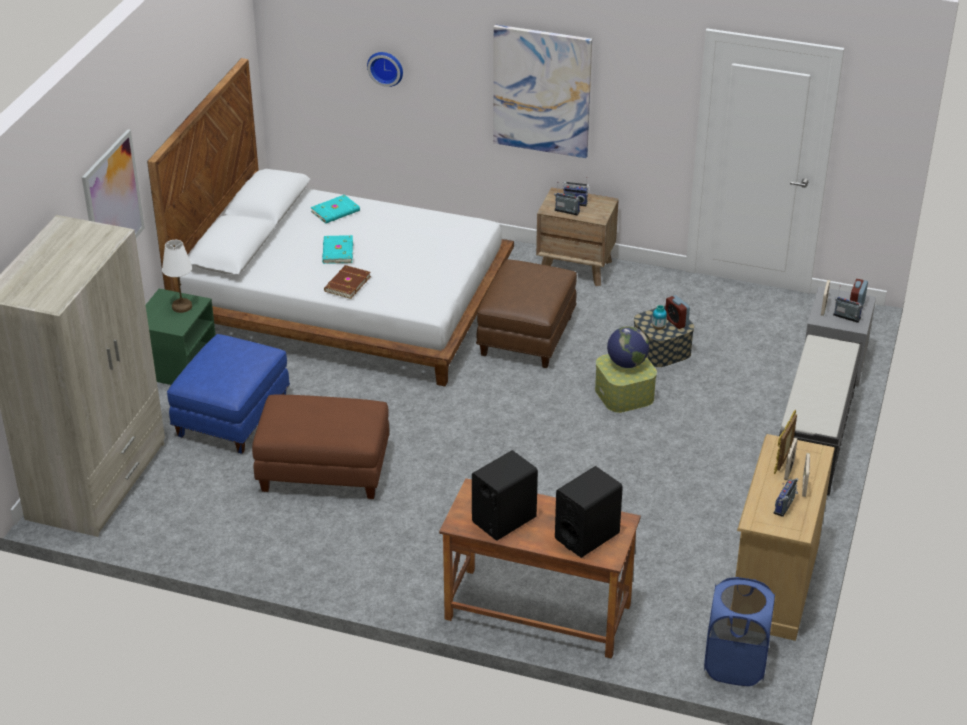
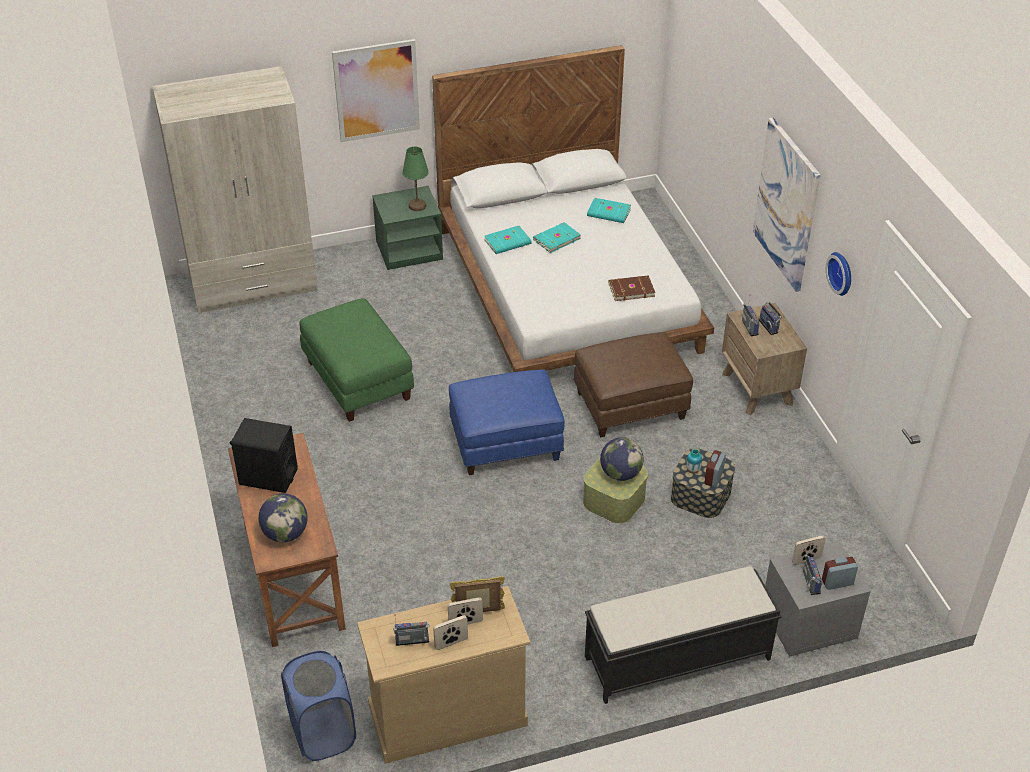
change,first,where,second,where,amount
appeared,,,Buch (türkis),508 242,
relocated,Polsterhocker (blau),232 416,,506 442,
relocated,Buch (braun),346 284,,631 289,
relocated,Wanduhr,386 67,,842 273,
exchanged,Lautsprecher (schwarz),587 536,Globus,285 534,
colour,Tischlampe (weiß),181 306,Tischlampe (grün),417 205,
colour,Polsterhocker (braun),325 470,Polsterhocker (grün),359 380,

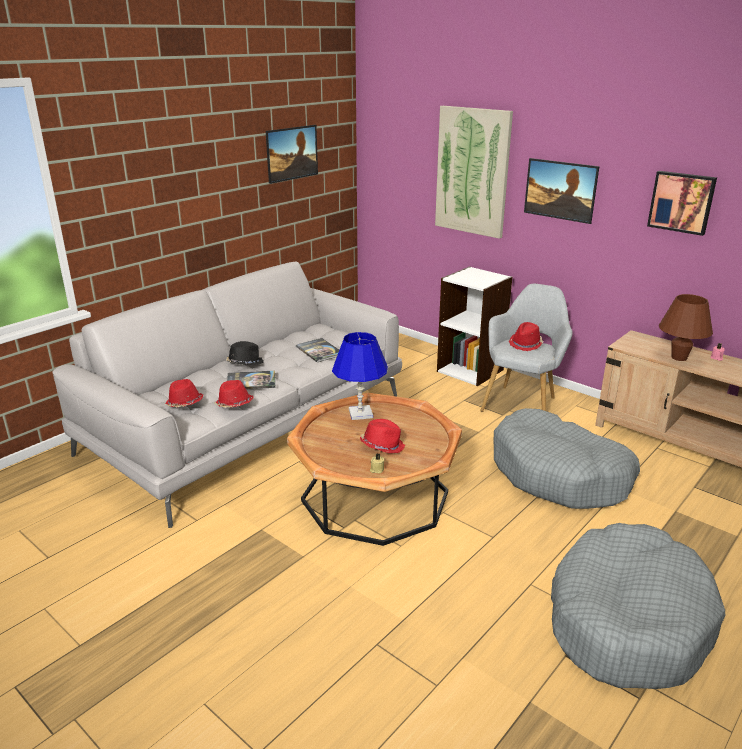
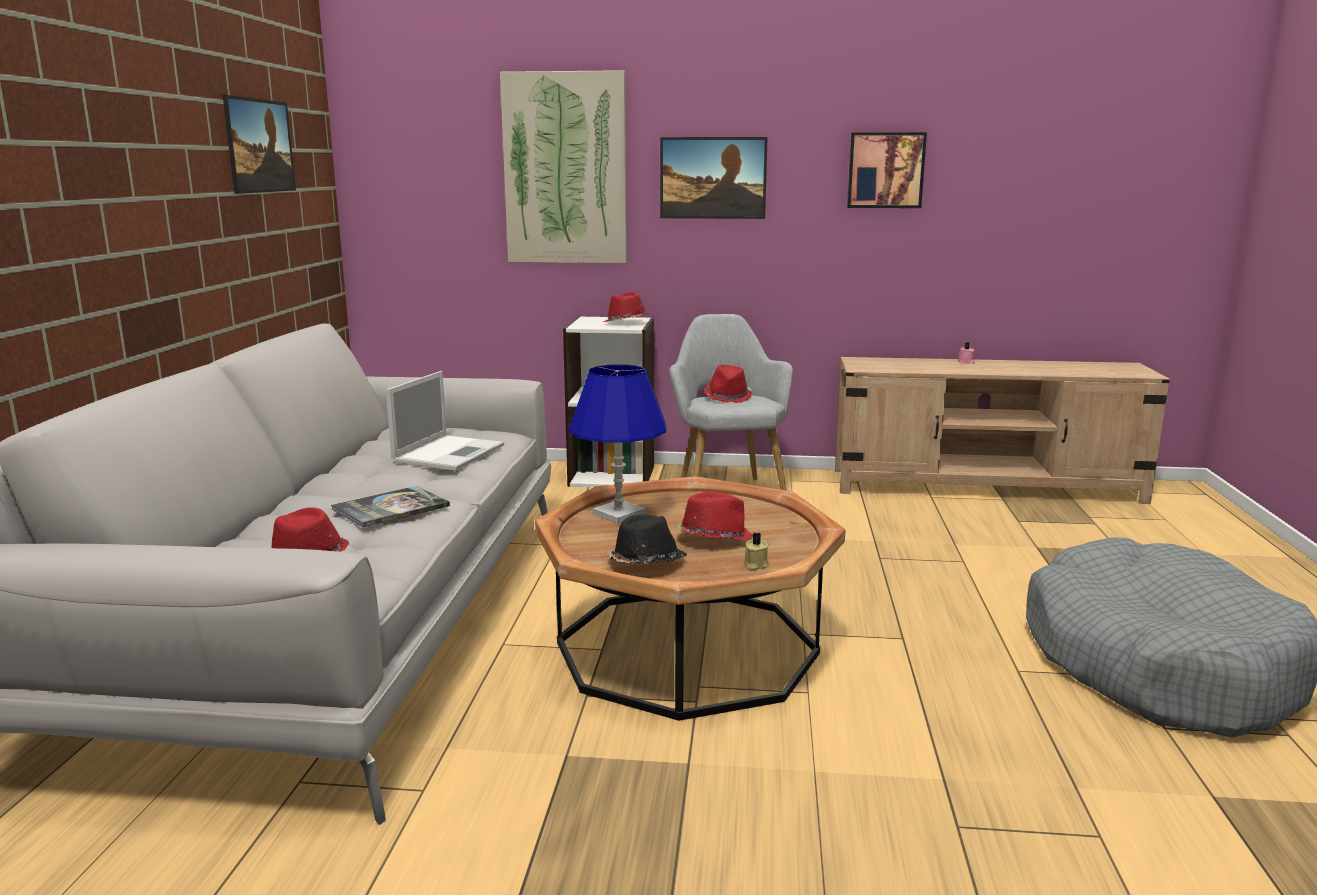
change,first,where,second,where,amount
missing,Hundebett (grau),559 474,,,
missing,Tischlampe (braun),679 358,,,
relocated,Hut (rot),234 404,,625 323,
relocated,Hut (schwarz),244 363,,646 563,
exchanged,Buch,319 351,Laptop,450 453,

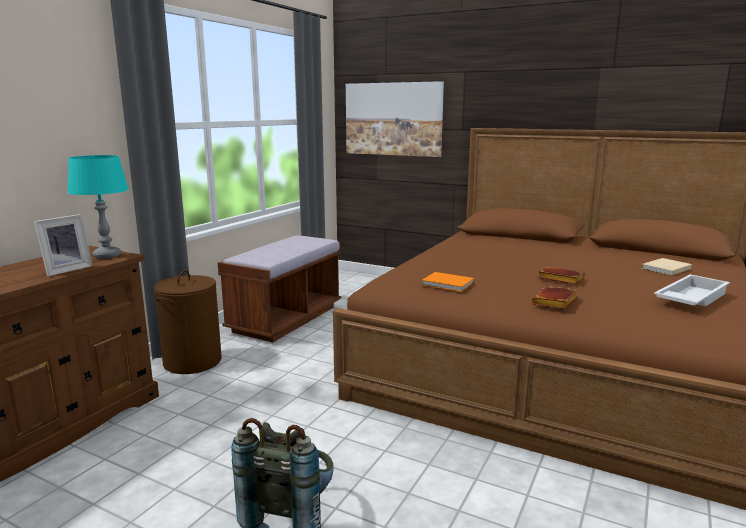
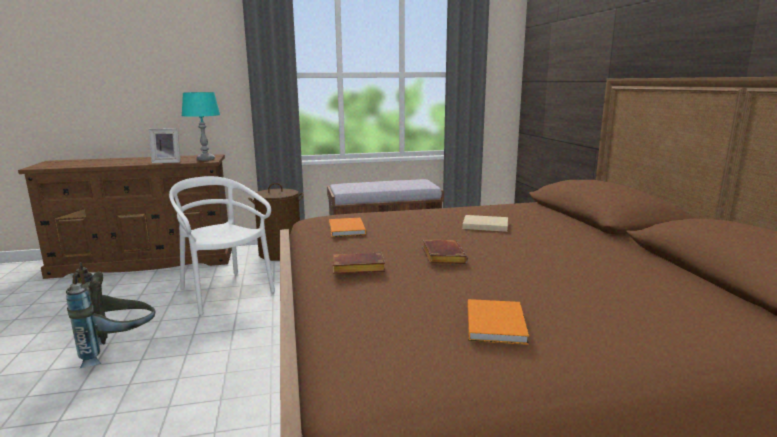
change,first,where,second,where,amount
missing,Bild,393 119,,,
appeared,,,Stuhl (weiß),224 292,
relocated,Buch (beige),665 269,,484 225,
exchanged,Tablett (weiß),689 298,Buch (orange),496 323,

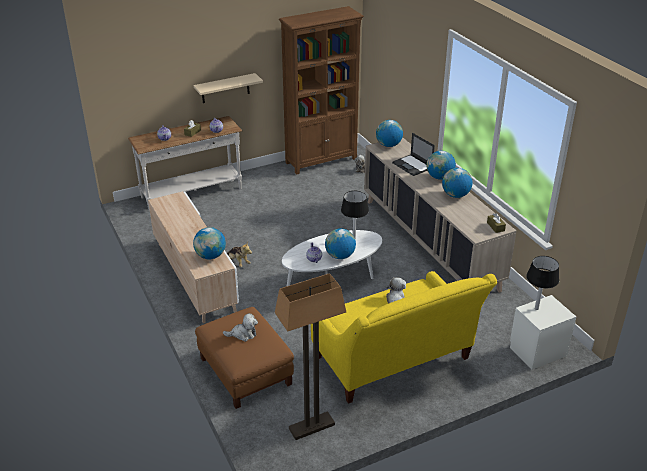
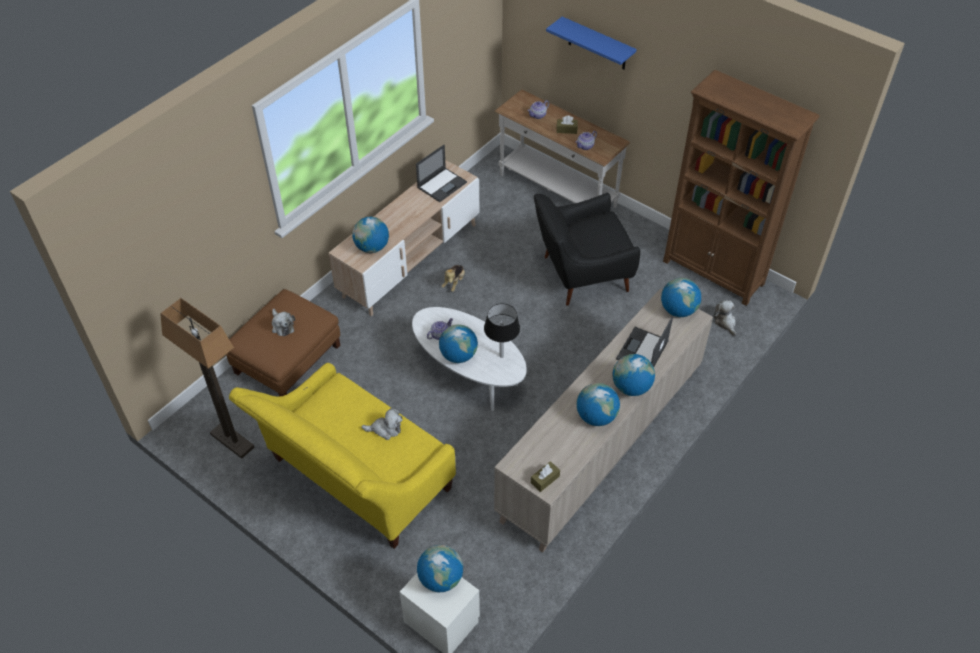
change,first,where,second,where,amount
missing,Wandregal (beige),225 88,,,
appeared,,,Laptop,442 184,
appeared,,,Sessel (schwarz),581 275,
appeared,,,Wandregal (blau),597 44,
exchanged,Tischlampe (schwarz),536 308,Globus,441 578,

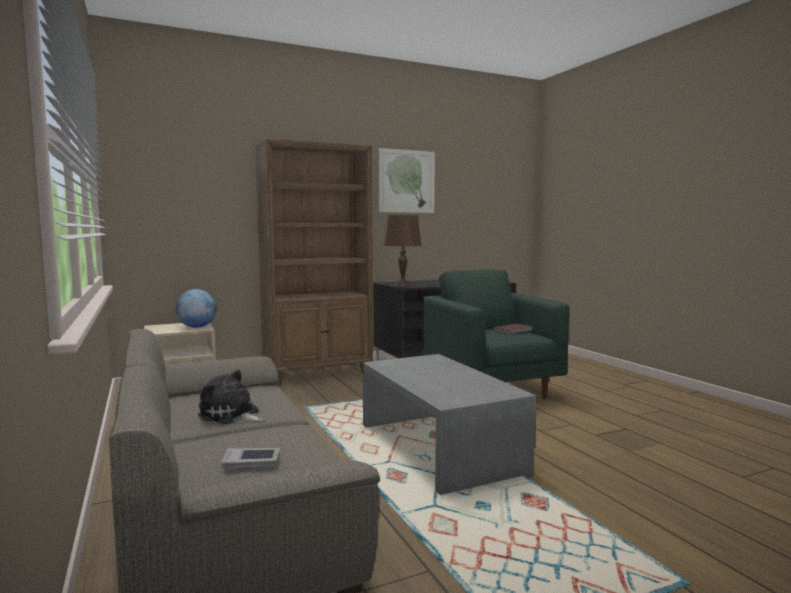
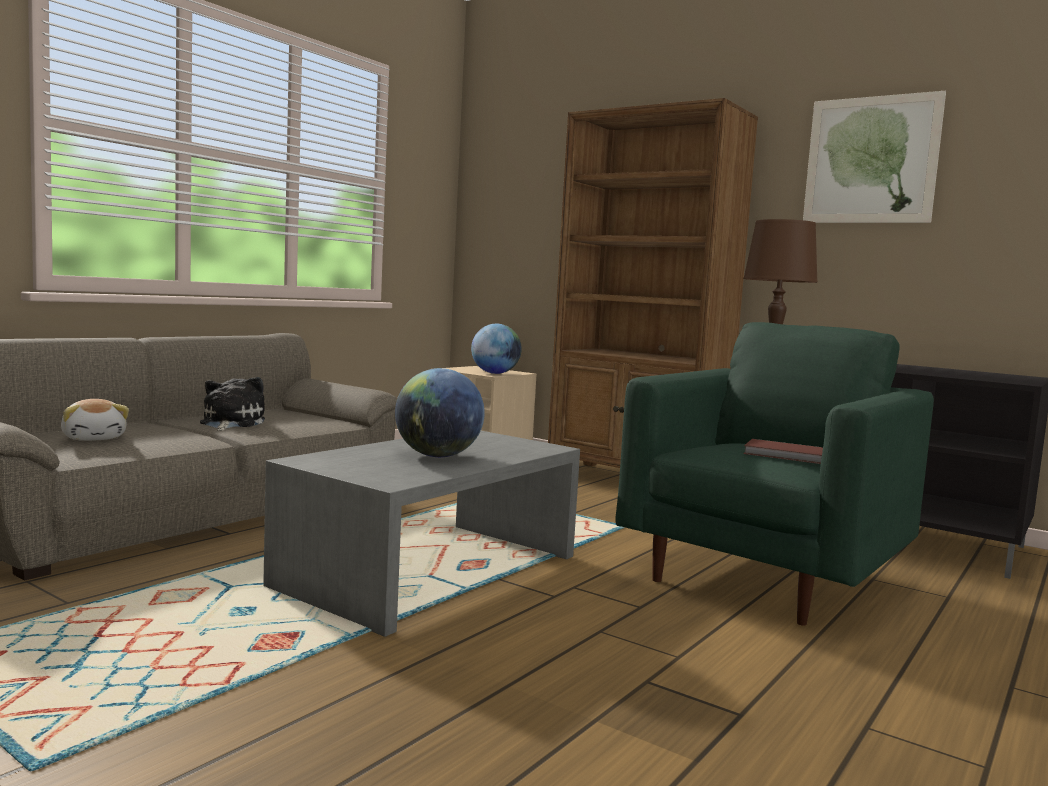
change,first,where,second,where,amount
appeared,,,Globus,437 456,
exchanged,Buch,251 463,Plüschtier,95 438,

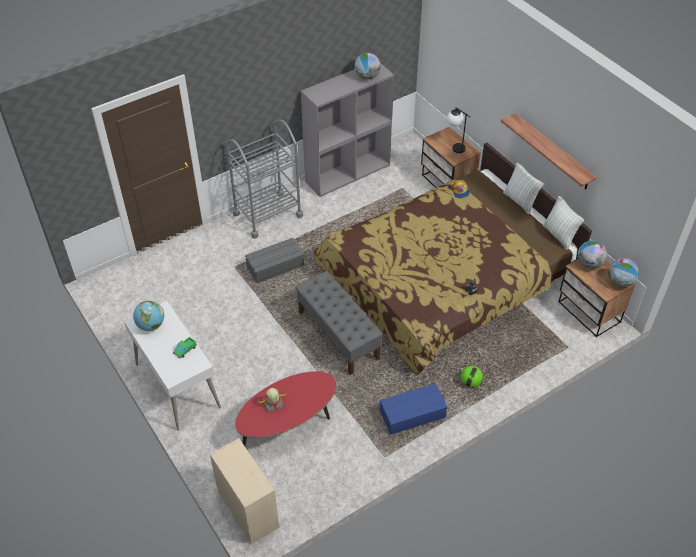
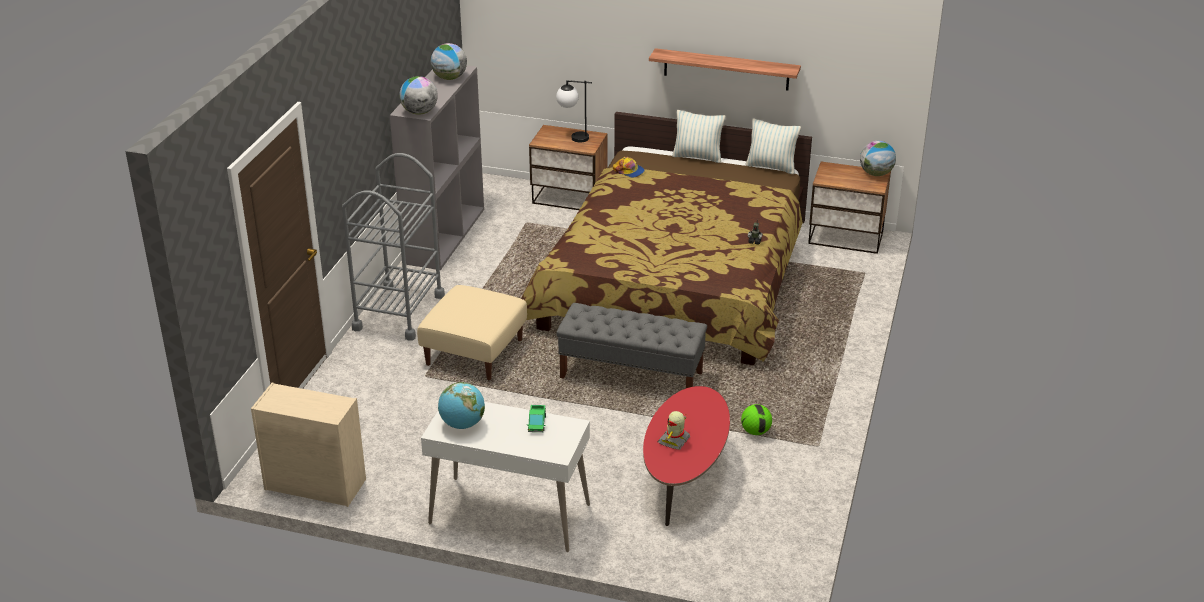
change,first,where,second,where,amount
missing,Aufbewahrungsbox (blau),413 414,,,
relocated,Kommode (beige),247 509,,314 484,
relocated,Fußball,470 382,,755 432,
relocated,Globus,589 264,,419 112,
exchanged,Aufbewahrungsbox (grau),276 266,Polsterhocker (beige),474 352,

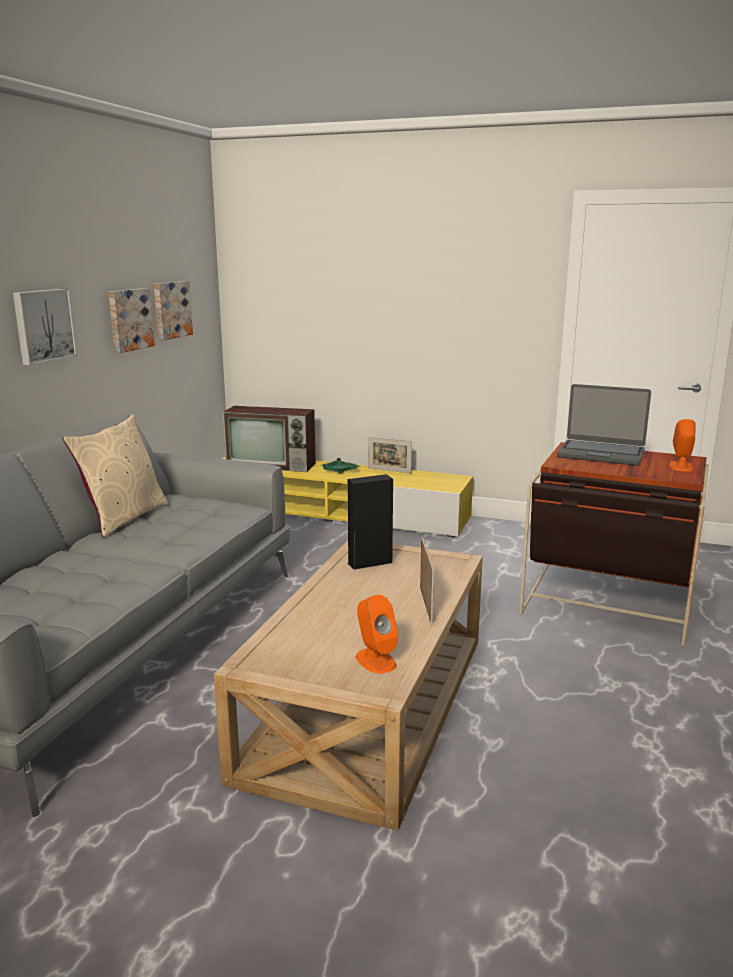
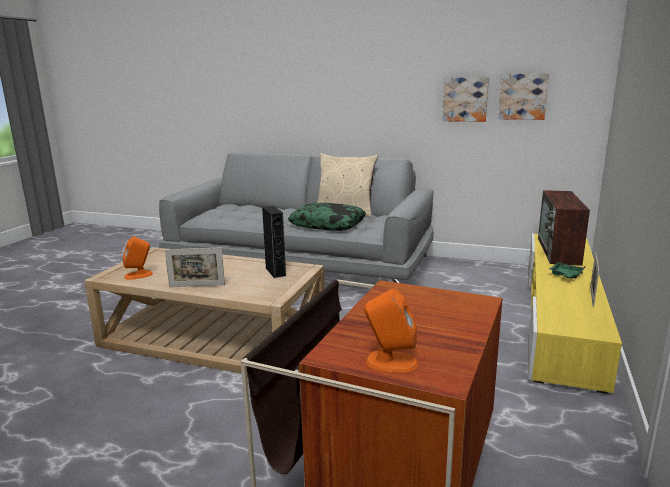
change,first,where,second,where,amount
missing,Bild,43 325,,,
missing,Laptop,601 454,,,
appeared,,,Kissen,328 224,

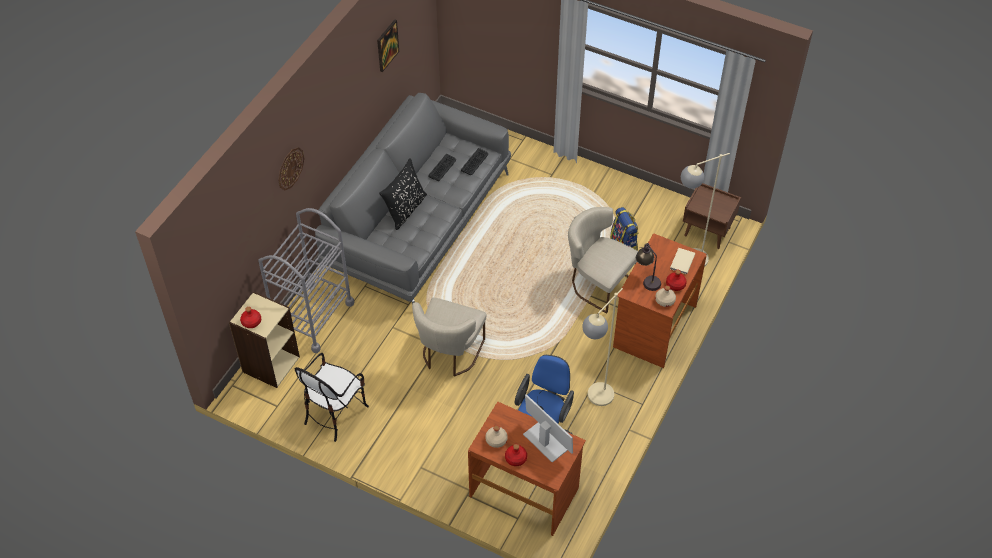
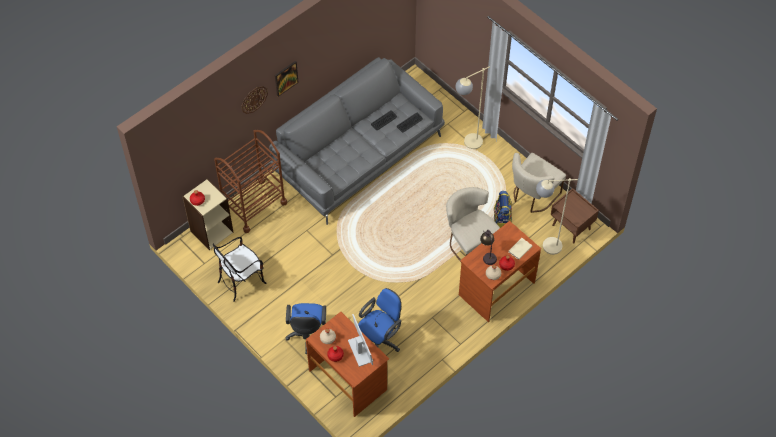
change,first,where,second,where,amount
missing,Kissen (schwarz),405 209,,,
appeared,,,Bürostuhl (blau),308 335,
relocated,Bild,387 45,,286 78,
relocated,Stuhl (beige),449 354,,532 196,
relocated,Stehlampe (beige),595 401,,467 144,
colour,Rollwagen (grau),313 317,Rollwagen (braun),254 205,

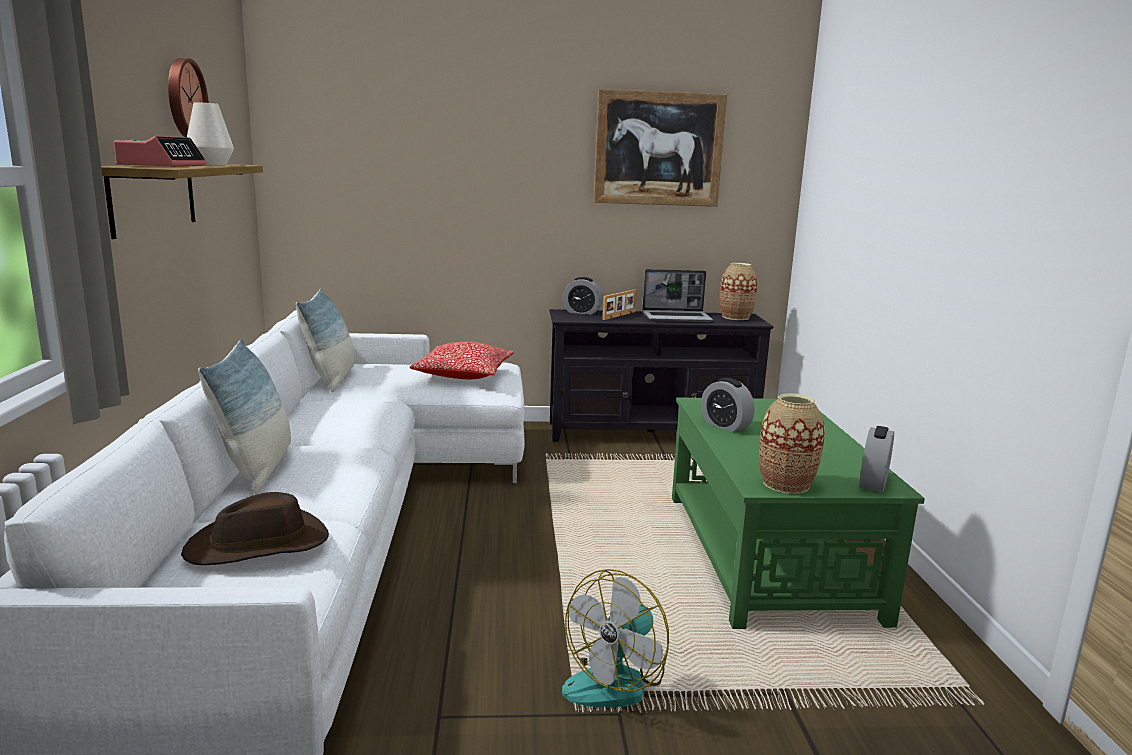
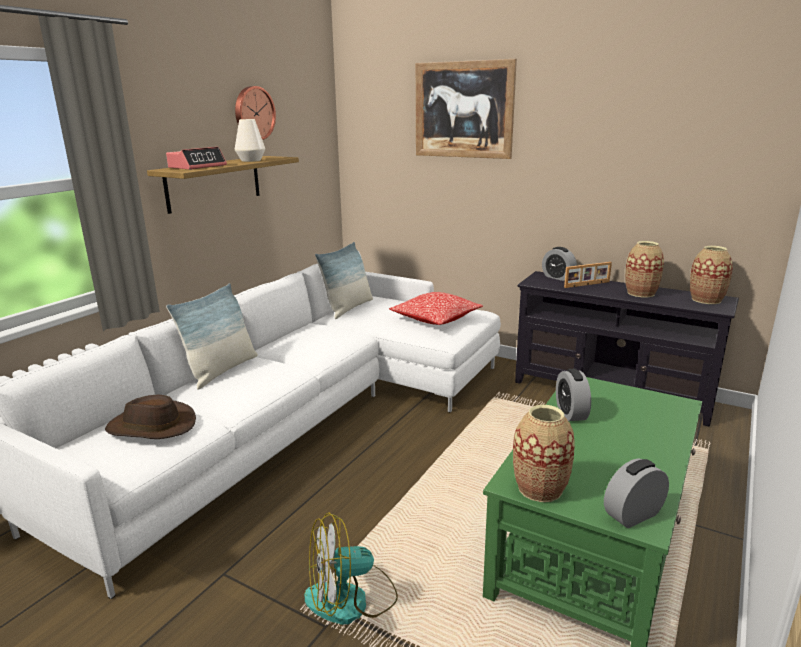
change,first,where,second,where,amount
relocated,Bild,658 149,,463 110,
exchanged,Laptop,677 317,Vase,641 293,

